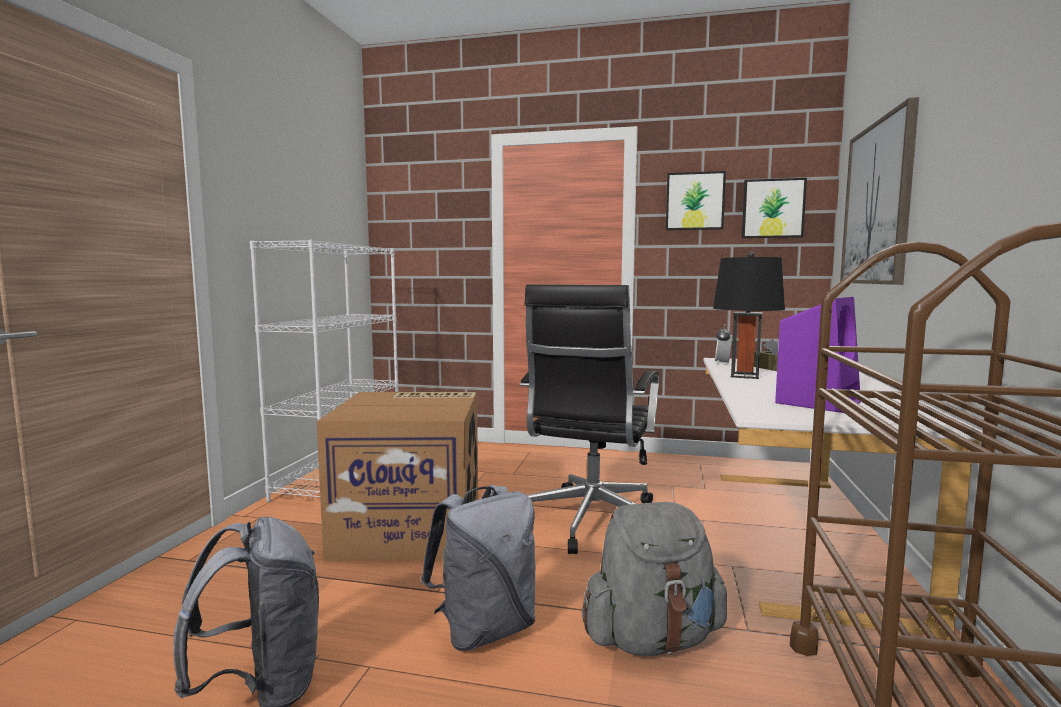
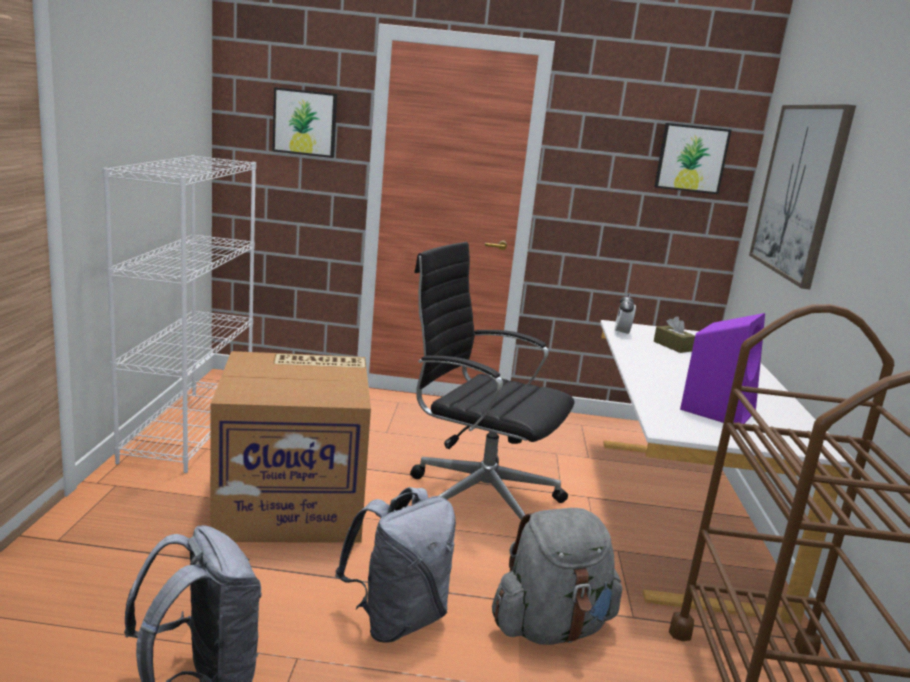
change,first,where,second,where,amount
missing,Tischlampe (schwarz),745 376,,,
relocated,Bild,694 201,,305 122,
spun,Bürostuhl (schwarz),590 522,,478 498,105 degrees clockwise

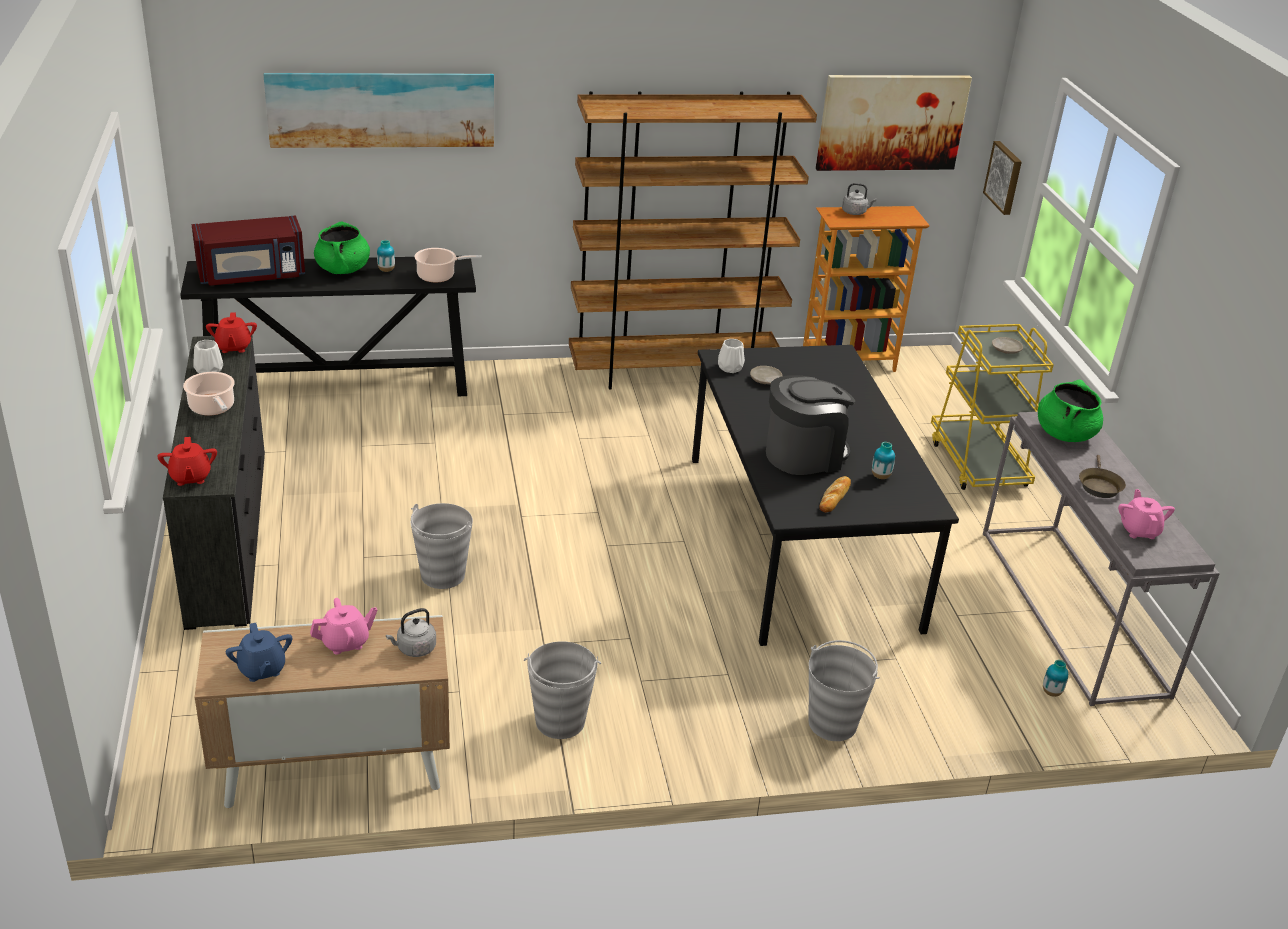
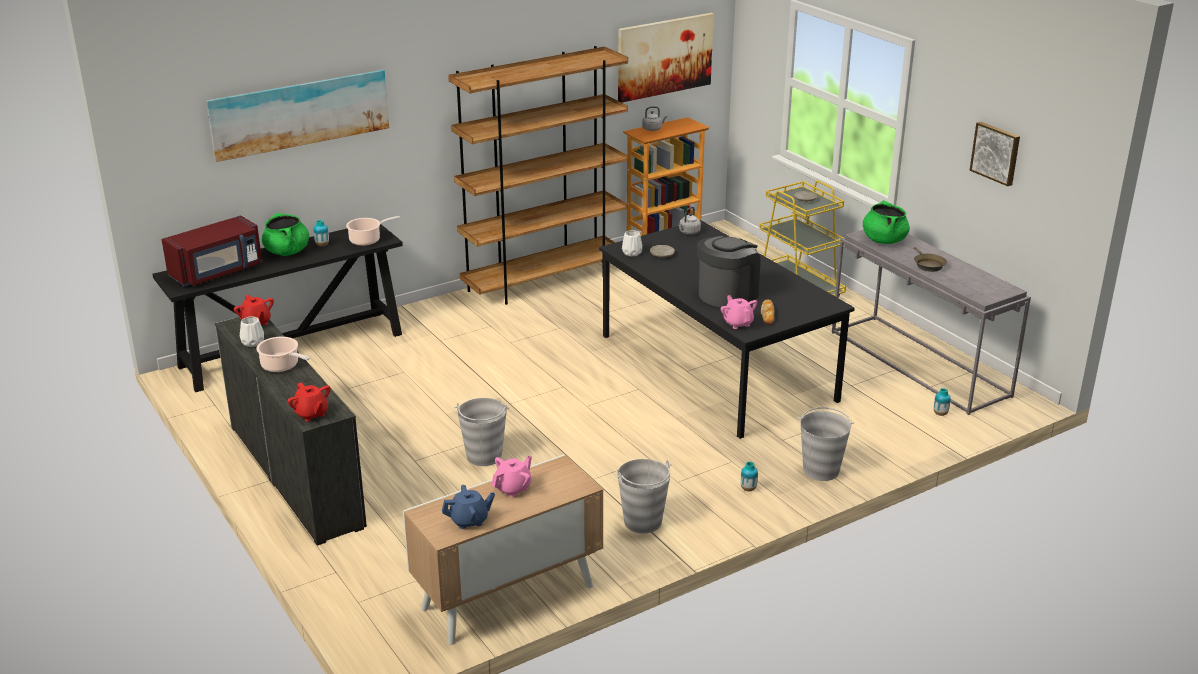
change,first,where,second,where,amount
relocated,Wasserkessel (grau),414 649,,688 232,
relocated,Vase,880 476,,748 489,
relocated,Bild,1004 177,,996 153,
relocated,Teekanne (rosa),1139 530,,738 323,
spun,Teekanne (blau),262 669,,469 520,60 degrees counterclockwise

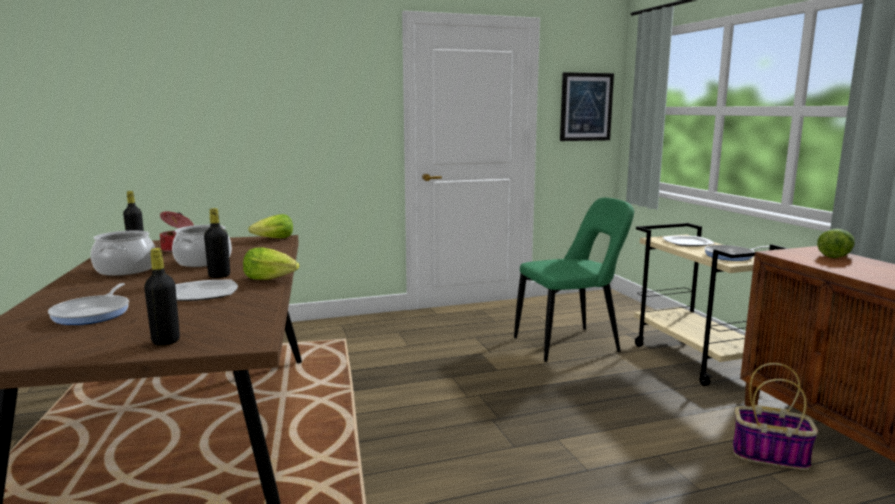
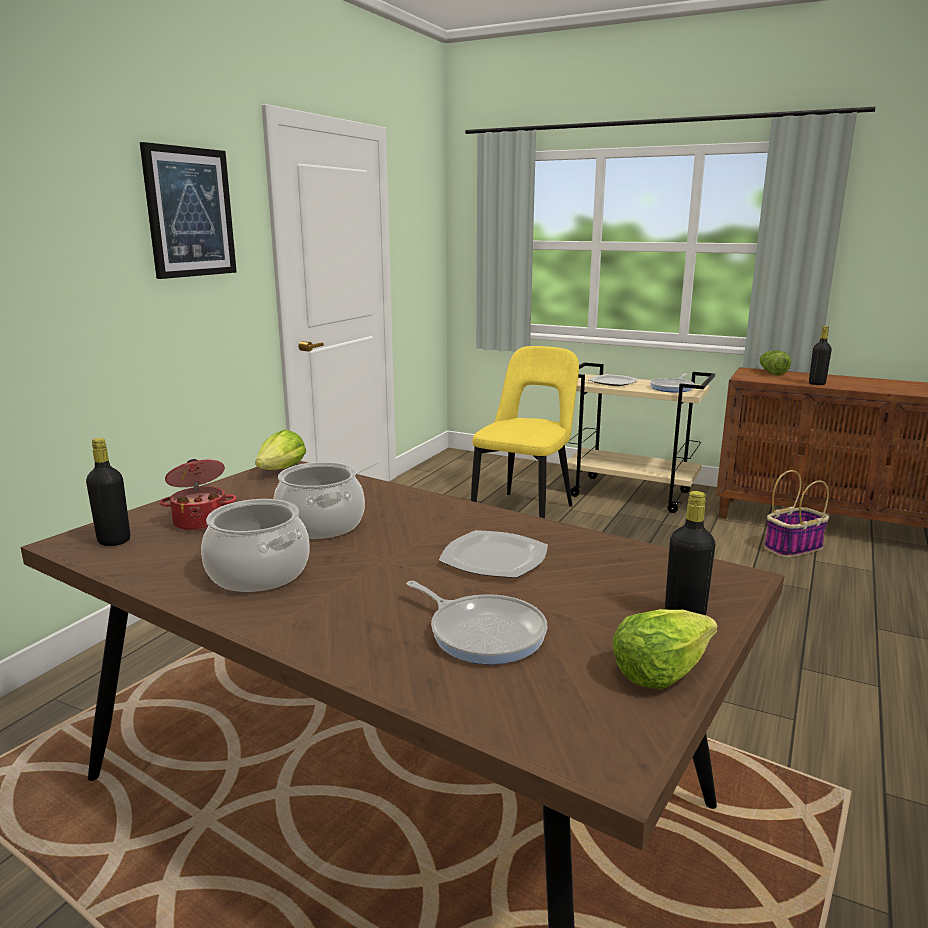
change,first,where,second,where,amount
relocated,Flasche (schwarz),219 276,,817 384,
relocated,Salatkopf,270 278,,660 670,
relocated,Bild,586 107,,189 212,
colour,Stuhl (grün),571 344,Stuhl (gelb),525 513,

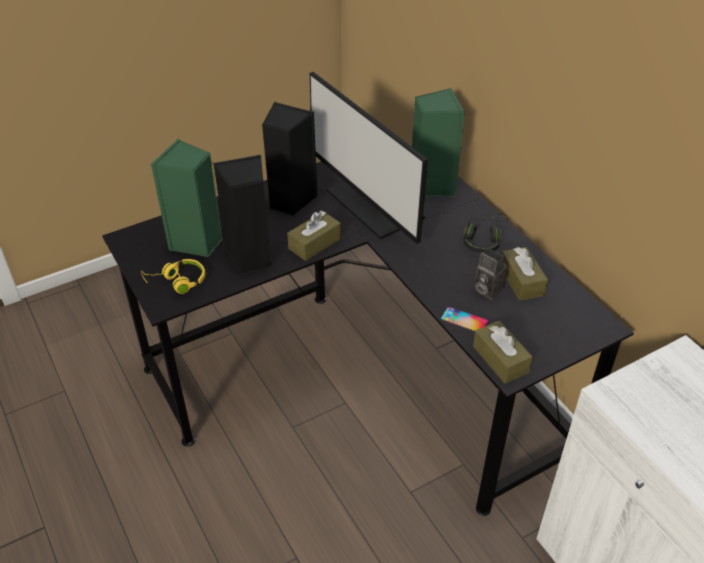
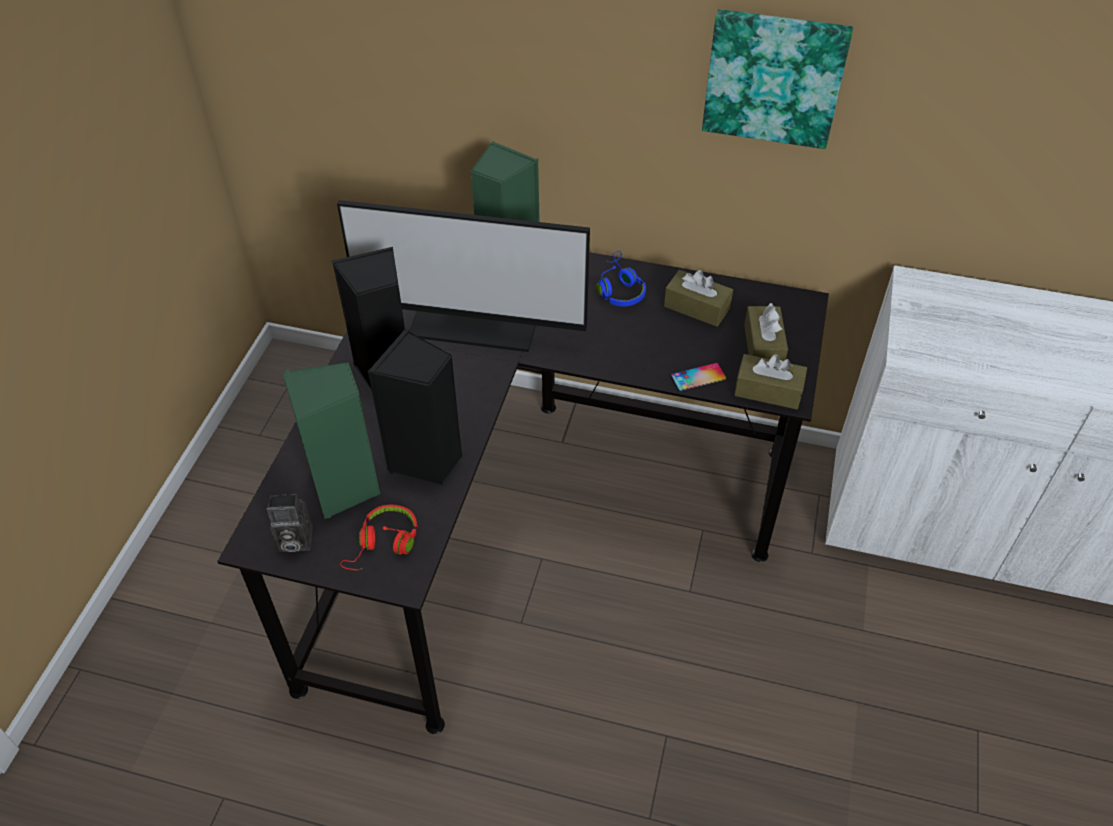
change,first,where,second,where,amount
appeared,,,Bild,774 77,
relocated,Taschentuchbox (braun),314 243,,763 346,
relocated,Kamera,486 289,,293 541,
colour,Kopfhörer (gelb),177 282,Kopfhörer (rot),383 544,
colour,Kopfhörer (schwarz),484 239,Kopfhörer (blau),619 289,

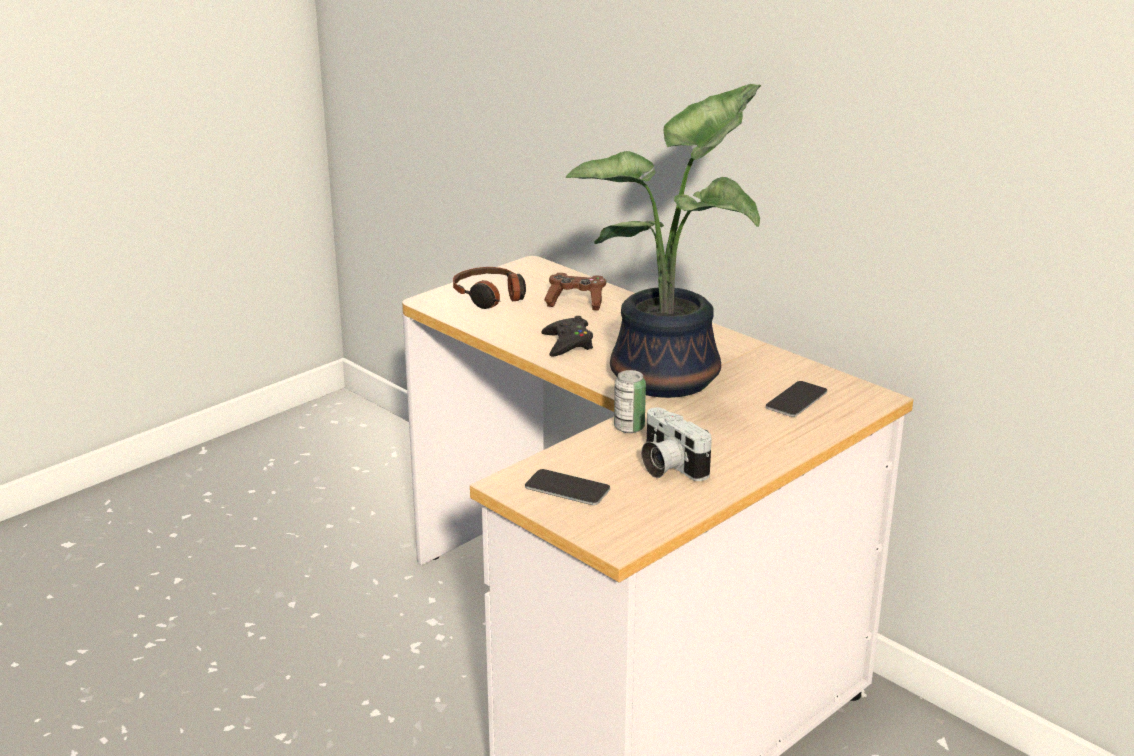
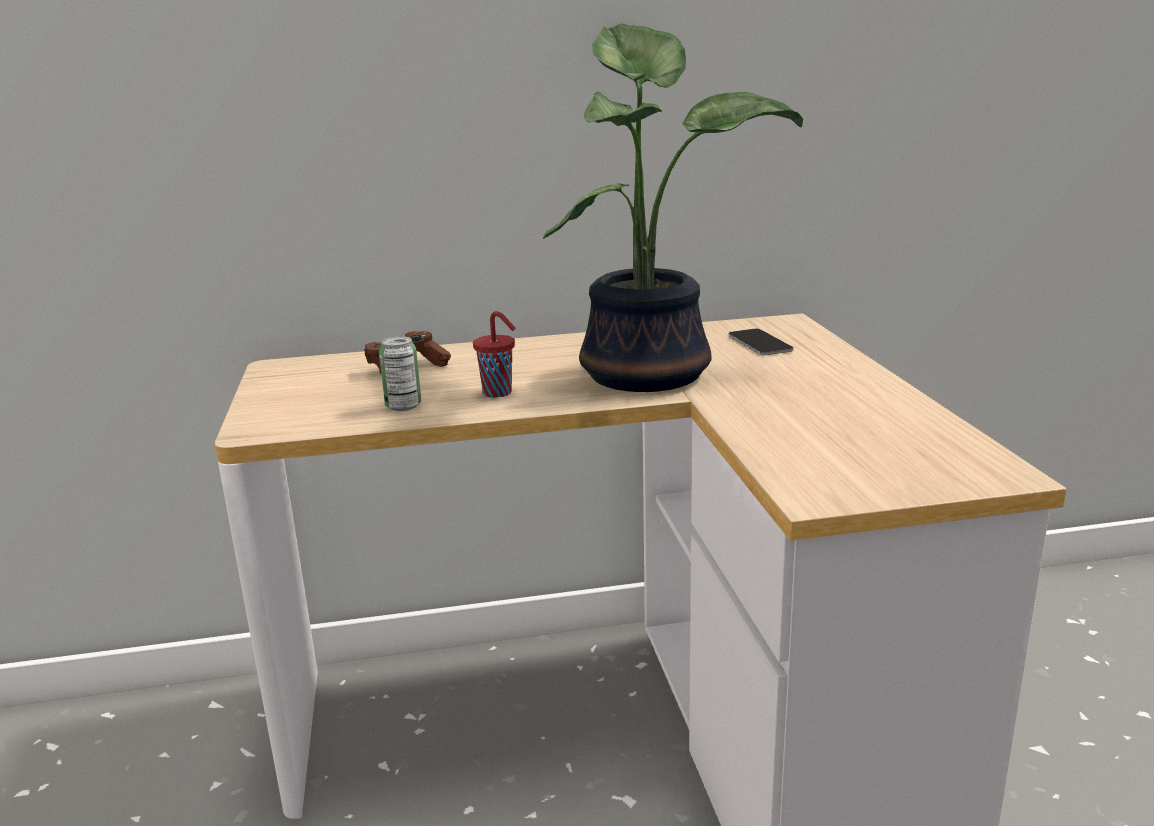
change,first,where,second,where,amount
missing,Kopfhörer,490 297,,,
missing,Handy,567 488,,,
missing,Kamera,667 466,,,
relocated,Dose,629 427,,403 406,
exchanged,Gamepad (schwarz),567 343,Tasse (rot),499 393,

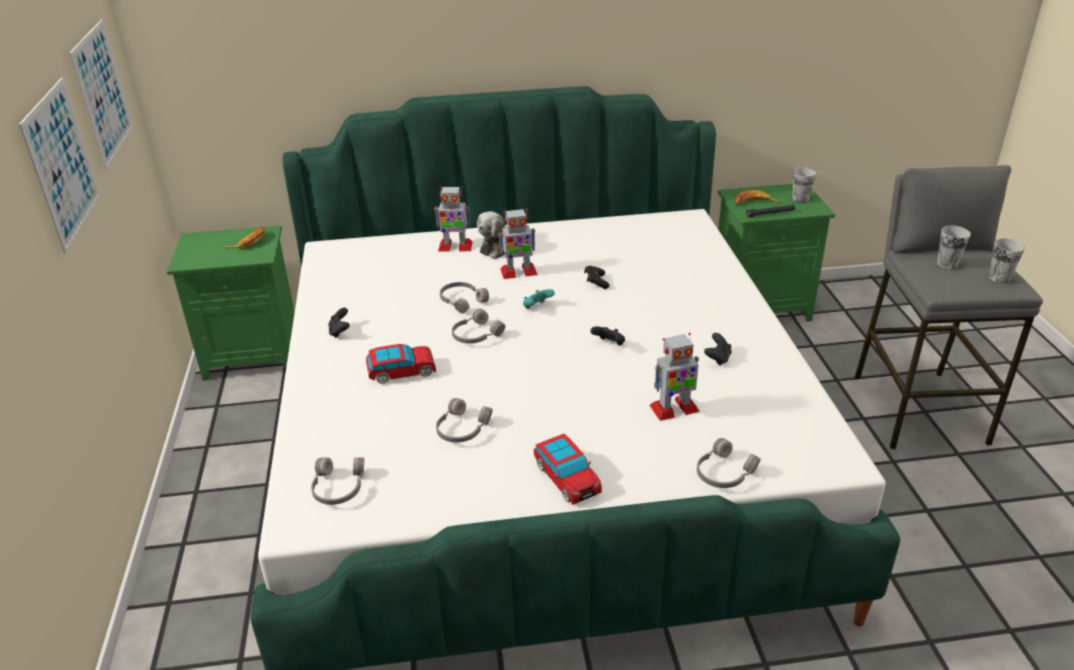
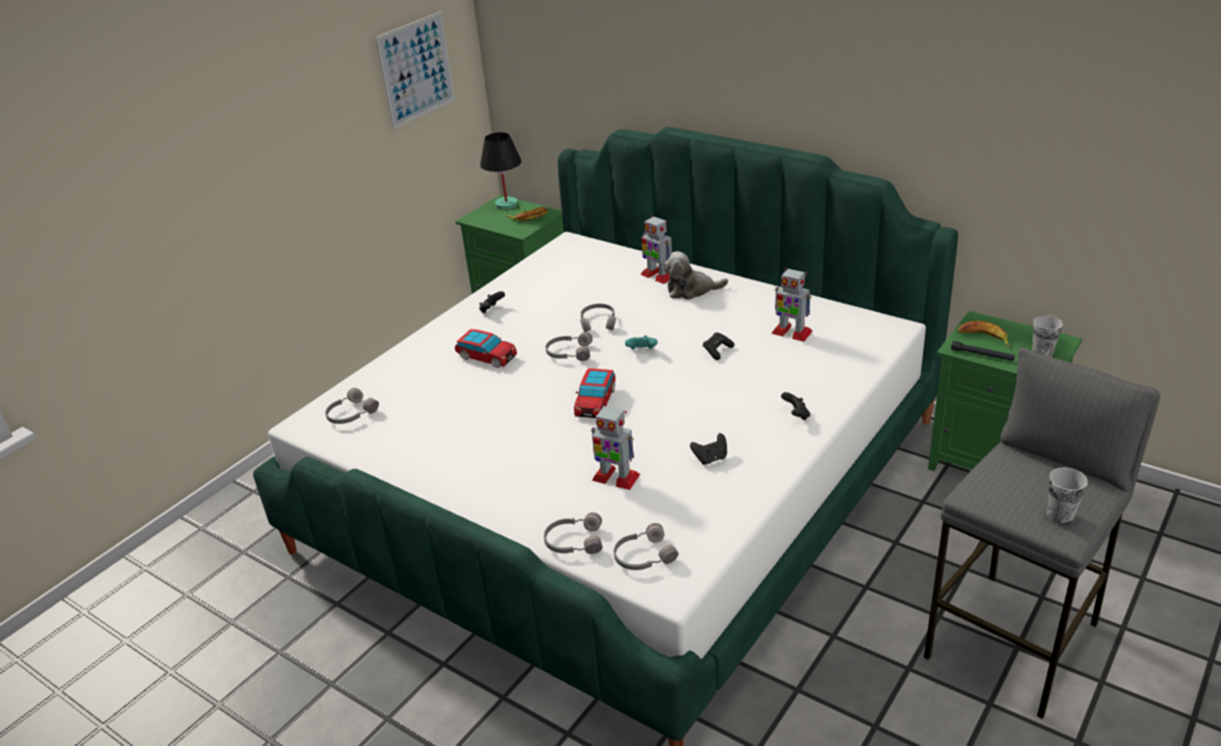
change,first,where,second,where,amount
missing,Bild,62 163,,,
missing,Tasse,947 264,,,
appeared,,,Tischlampe (schwarz),506 204,
relocated,Kopfhörer (grau),461 429,,643 556,
relocated,Spielzeugroboter,518 272,,791 332,
relocated,Spielzeugauto,566 478,,595 401,
relocated,Gamepad (schwarz),609 344,,796 415,

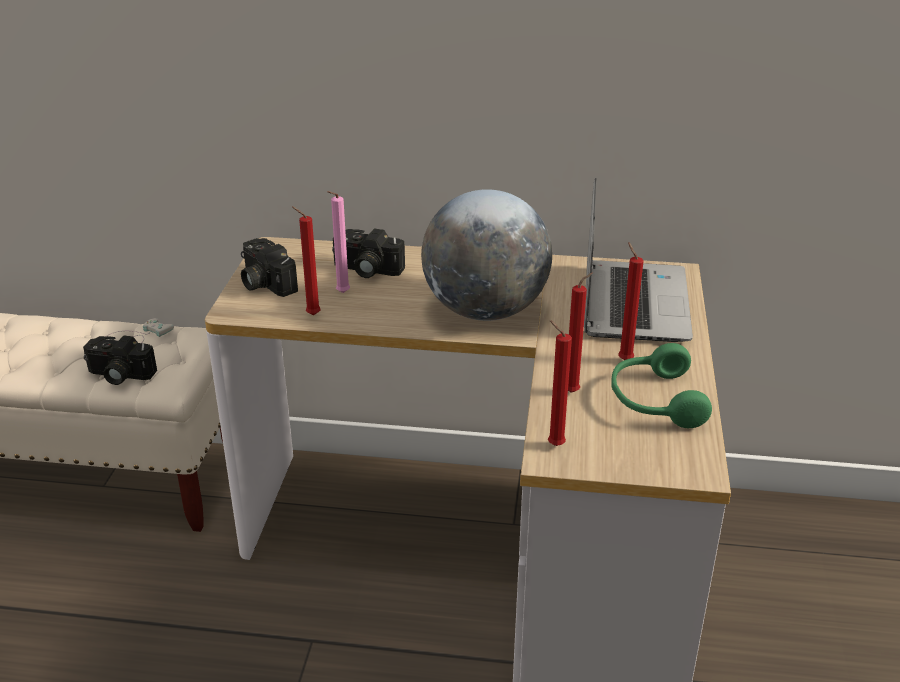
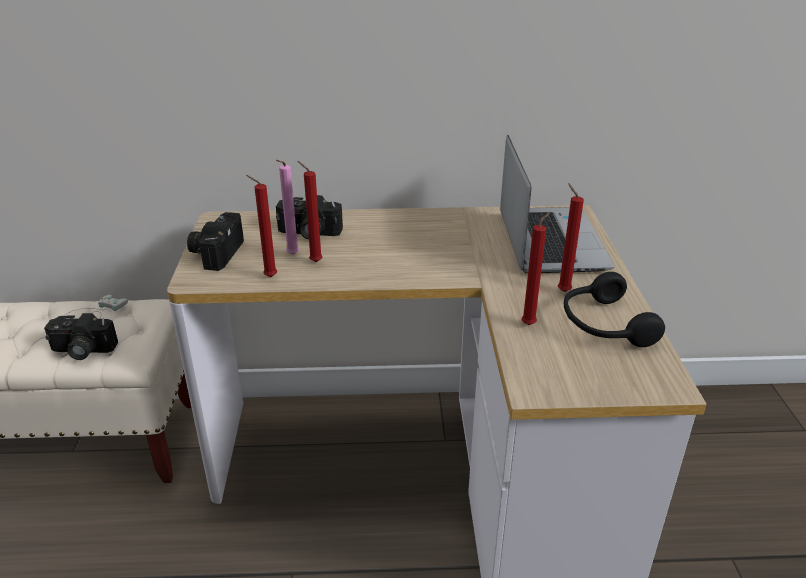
change,first,where,second,where,amount
missing,Globus,485 311,,,
relocated,Kerze (rot),553 444,,314 261,
colour,Kopfhörer (grün),654 401,Kopfhörer (schwarz),603 325,
spun,Kamera,263 283,,216 252,60 degrees clockwise

